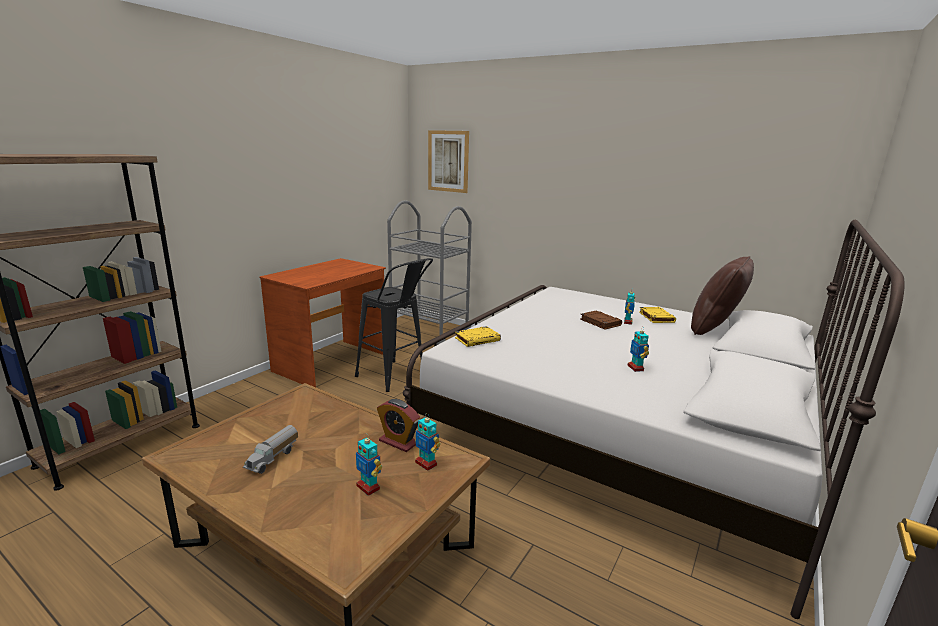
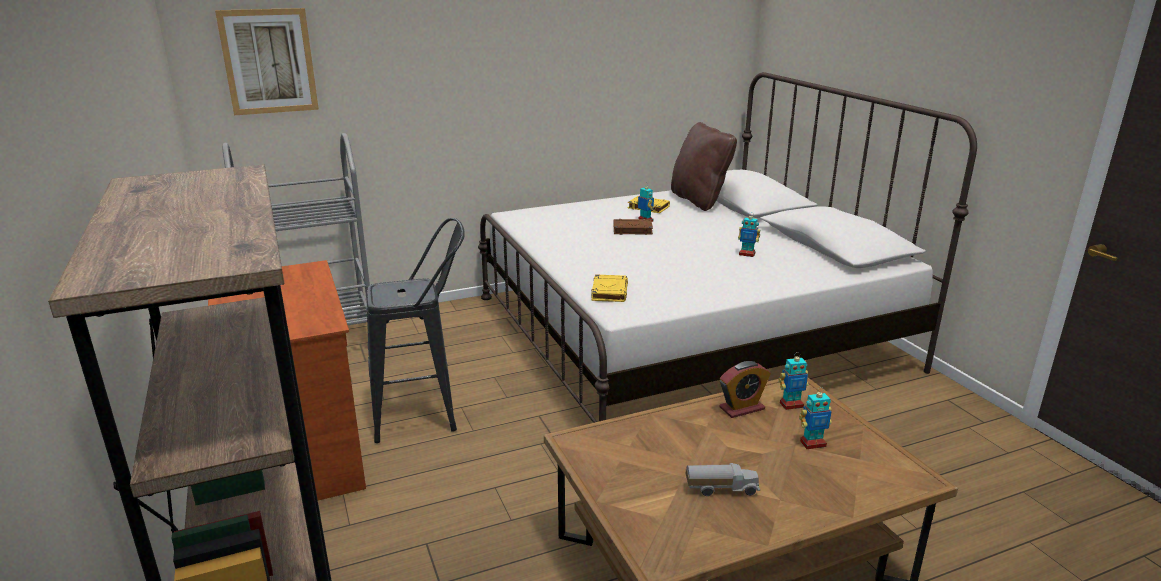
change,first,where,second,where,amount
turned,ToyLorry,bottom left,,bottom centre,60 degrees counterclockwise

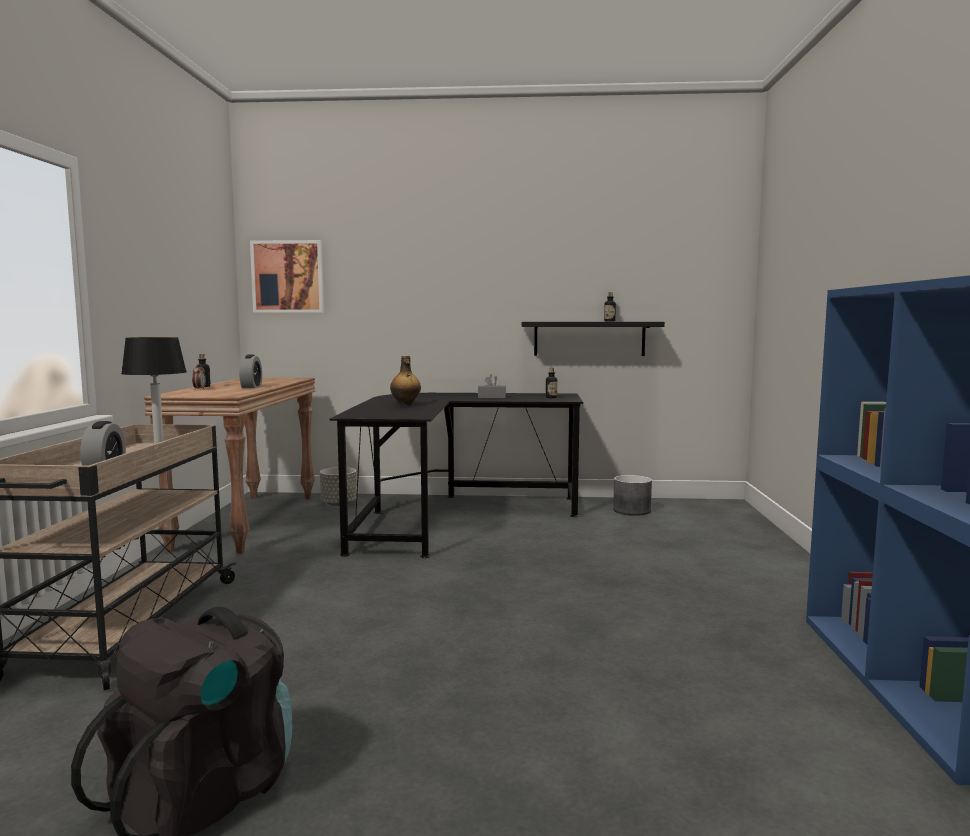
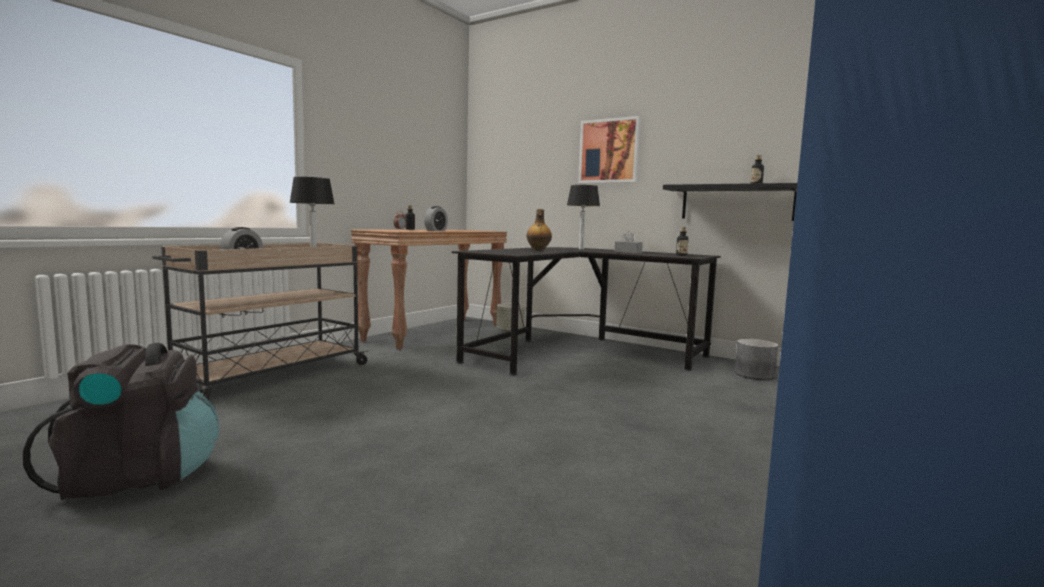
change,first,where,second,where,amount
added,,,TableLamp (2nd from left),centre,
moved,Picture,top left,,top centre,

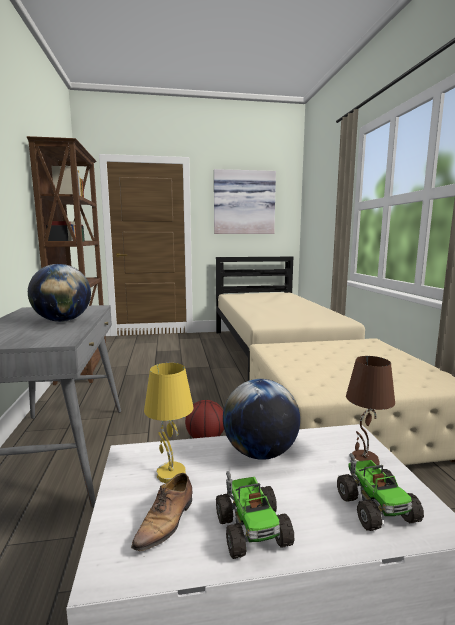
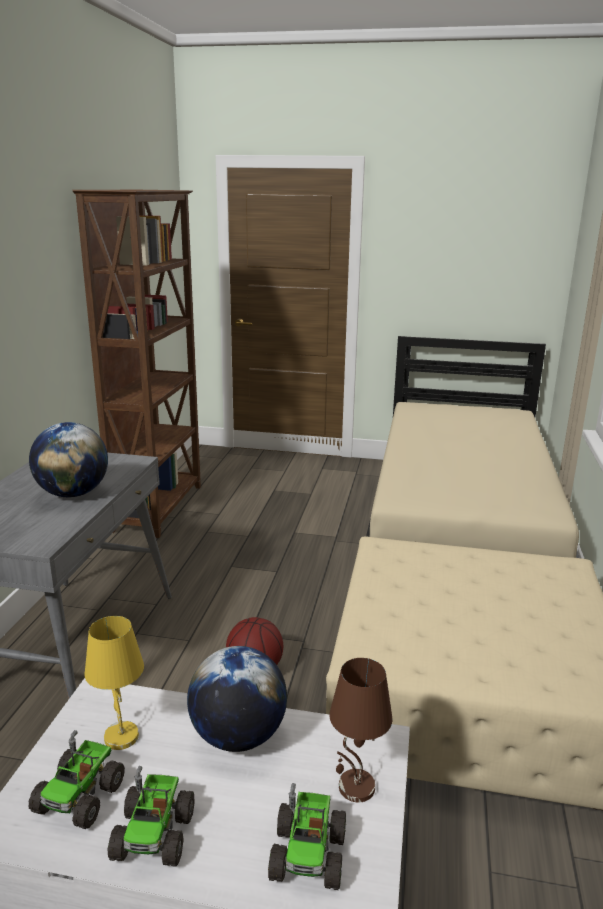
change,first,where,second,where,amount
replaced,Shoe,bottom centre,ToyLorry (1st from left),bottom left,
removed,Picture,top centre,,,

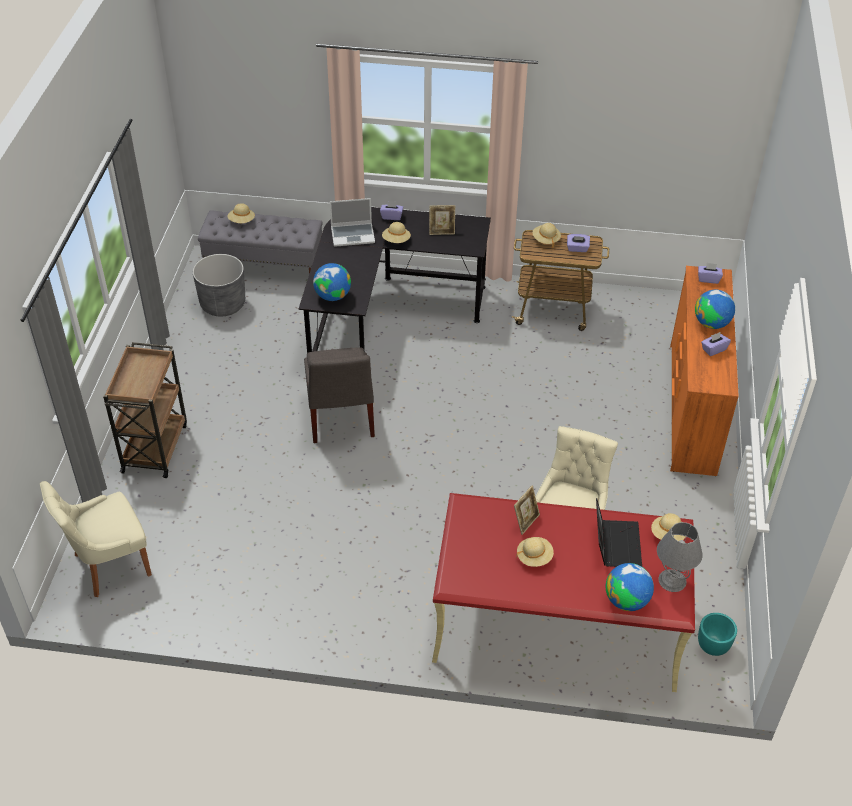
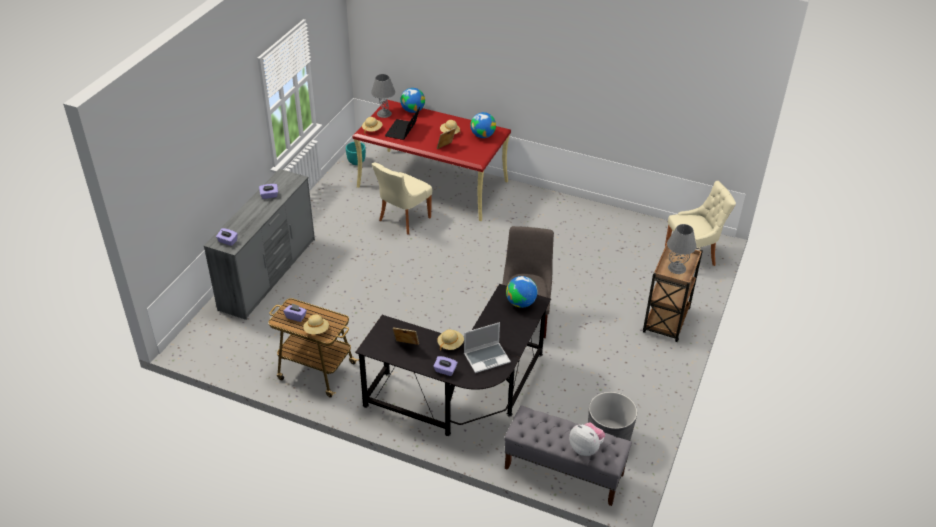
change,first,where,second,where,amount
recoloured,OrangeDrawerChest,middle right,GrayDrawerChest,middle left,
turned,NotebookComputer (1st from left in the first image),top centre,NotebookComputer (2nd from left),centre,150 degrees clockwise
moved,Globe (3rd from left in the first image),middle right,Globe (2nd from left),top centre,
replaced,BeigeColouredWearableHat (1st from left),top left,SoftToy,bottom centre,
added,,,GrayTableLamp (2nd from left),middle right,

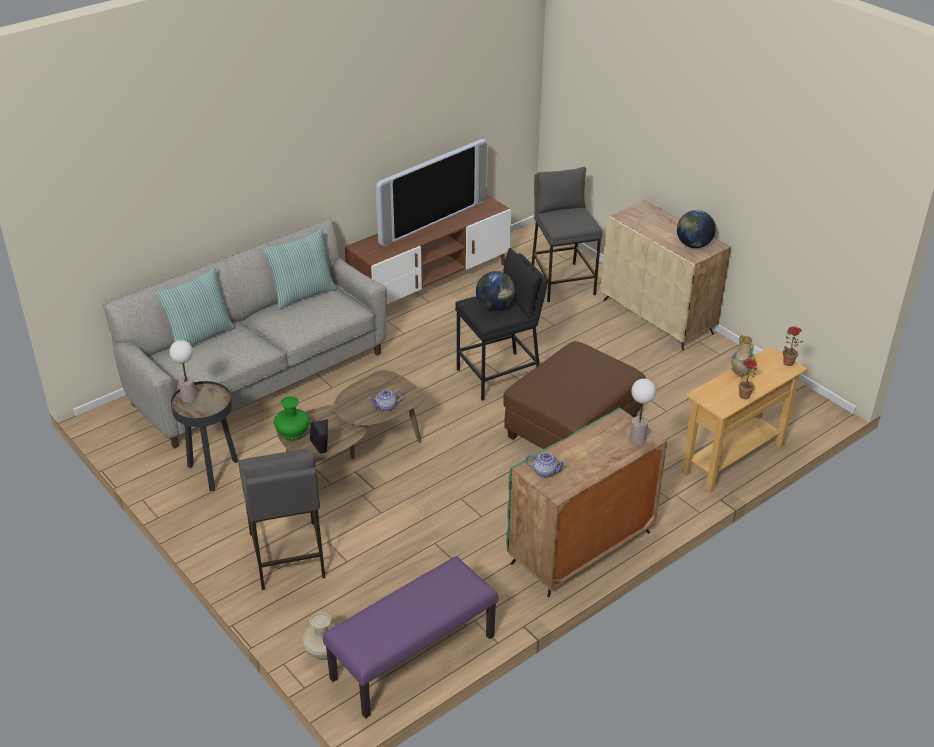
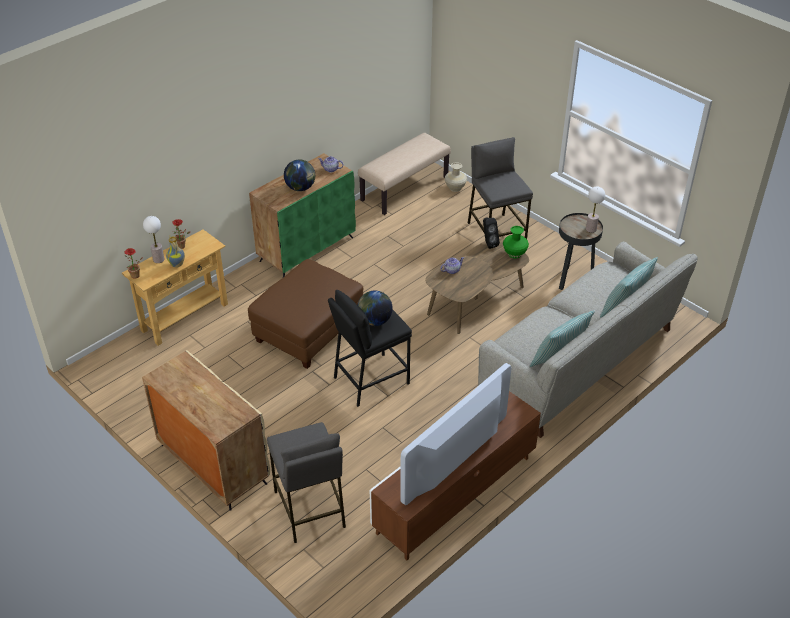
change,first,where,second,where,amount
moved,TableLamp (2nd from left in the first image),middle right,TableLamp (1st from left),middle left,
moved,Globe (2nd from left in the first image),top right,Globe (1st from left),top centre,
recoloured,PurplishBench,bottom centre,BeigeColouredBench,top centre,

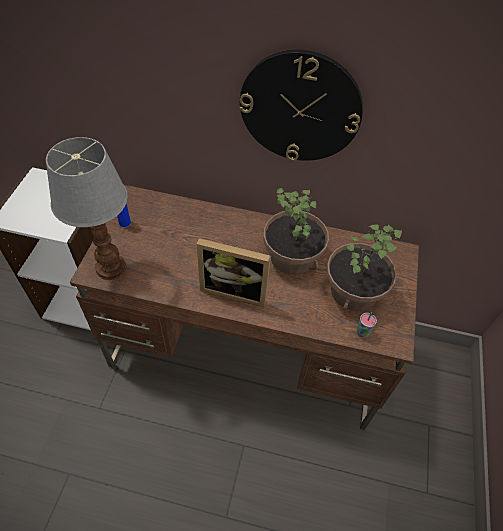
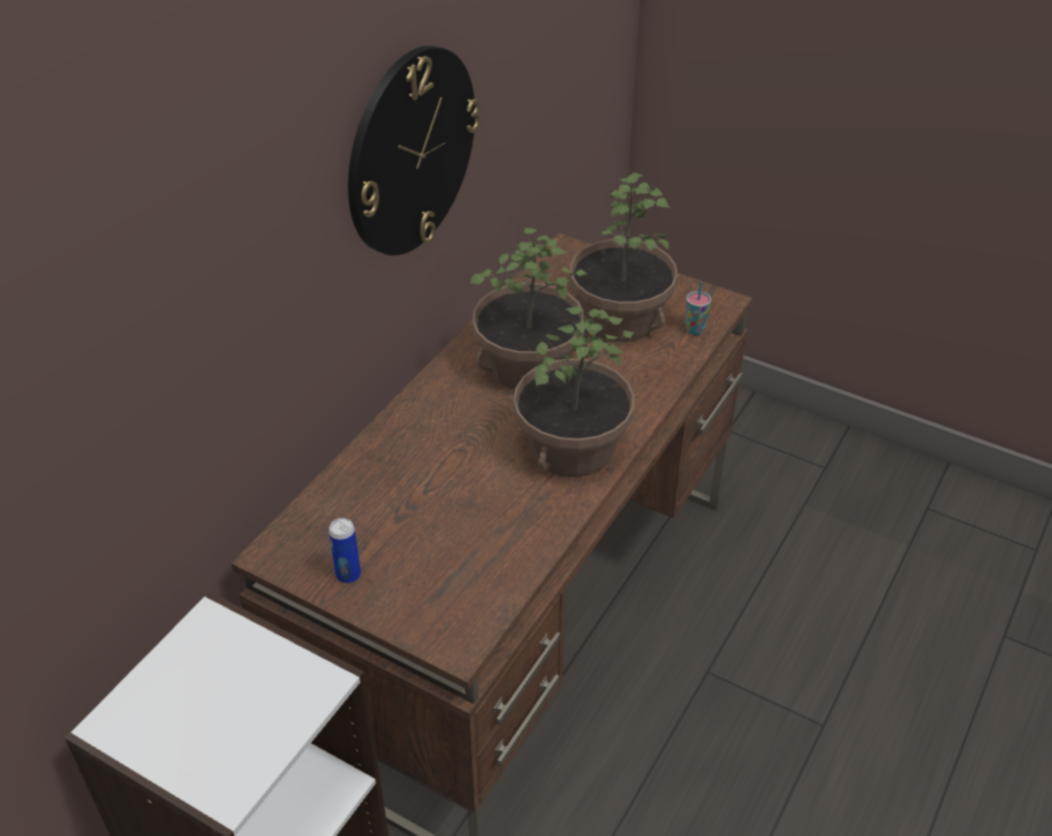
change,first,where,second,where,amount
replaced,PictureFrame,centre,PottedPlant (2nd from left),centre,
removed,TableLamp,middle left,,,

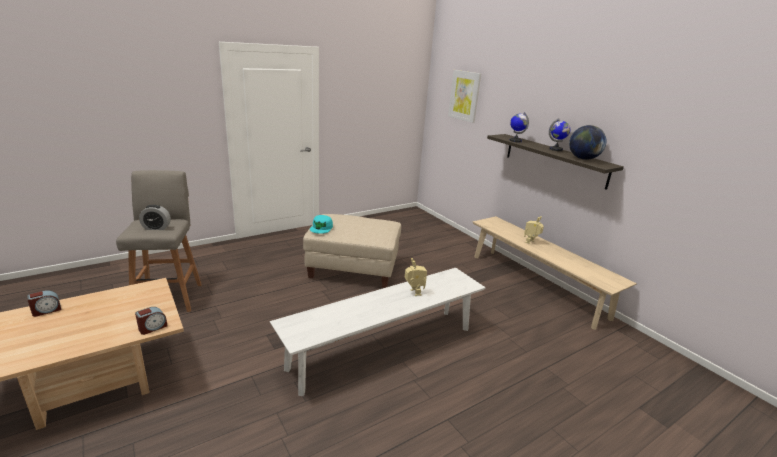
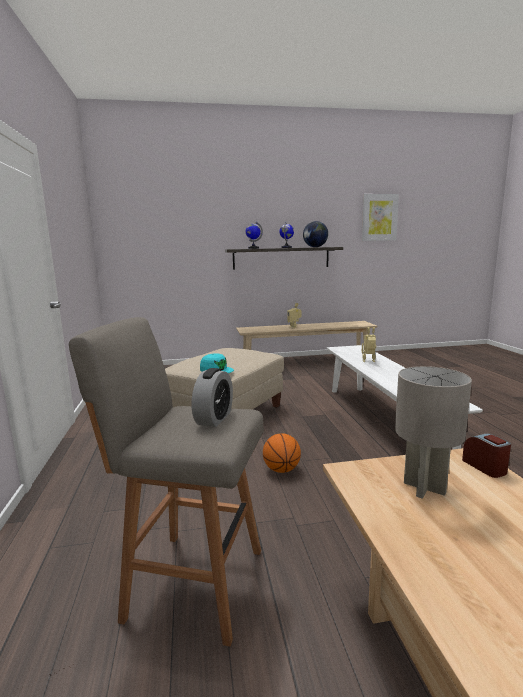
change,first,where,second,where,amount
added,,,Basketball,centre,
moved,Picture,top centre,,top right,
added,,,GrayTableLamp,middle right,
removed,BedsideClock (1st from left),middle left,,,

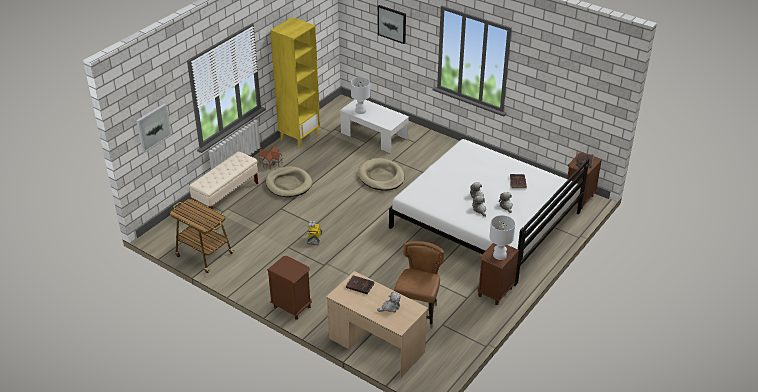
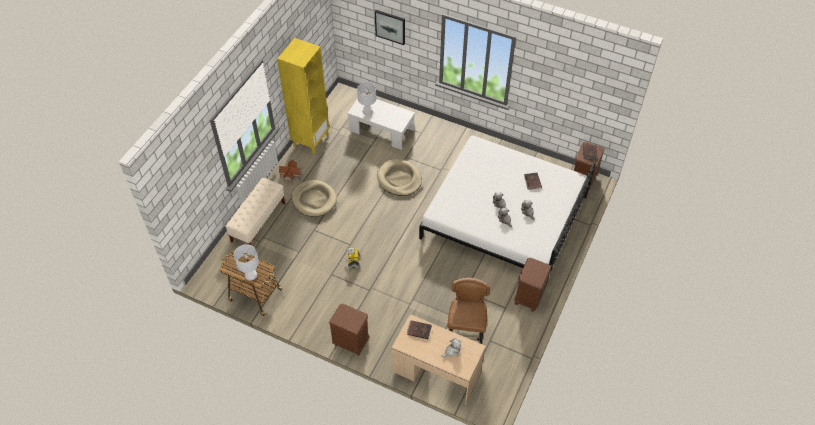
change,first,where,second,where,amount
moved,WhiteColouredTableLamp (2nd from left in the first image),centre,WhiteColouredTableLamp (1st from left),middle left,
removed,Picture (1st from left),top left,,,

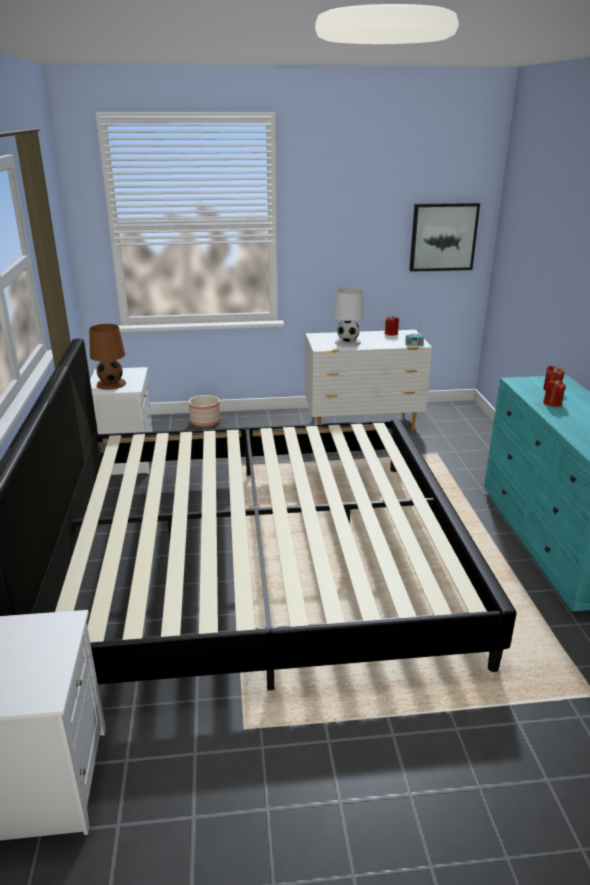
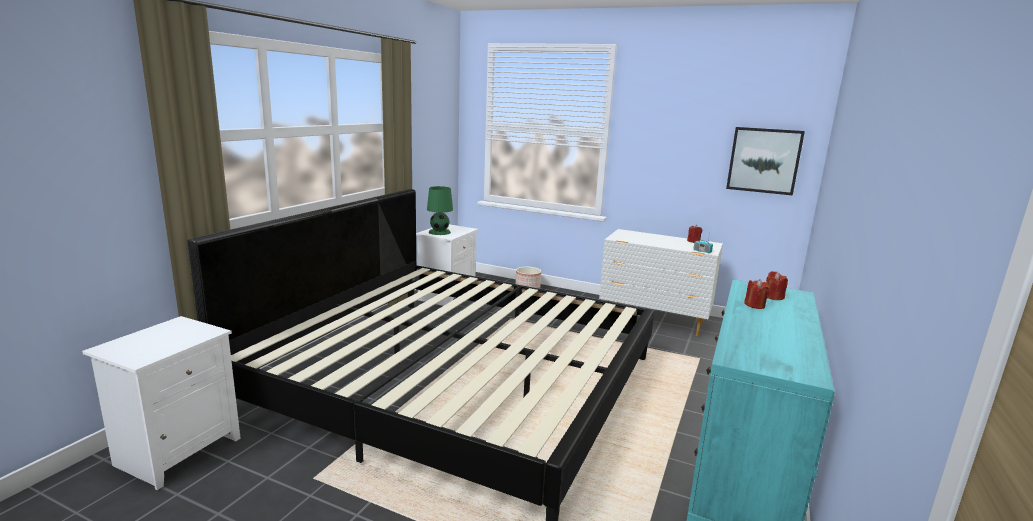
change,first,where,second,where,amount
recoloured,BrownTableLamp,middle left,GreenTableLamp,centre,
removed,WhiteColouredTableLamp,centre,,,

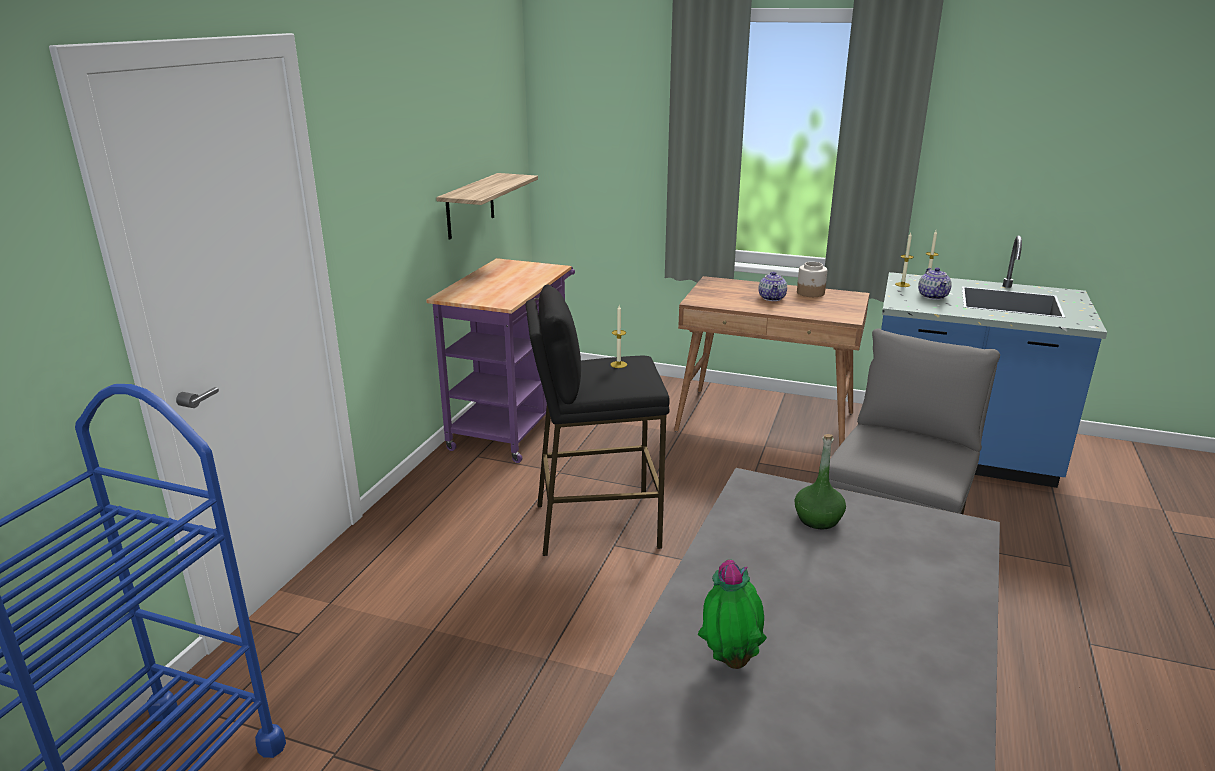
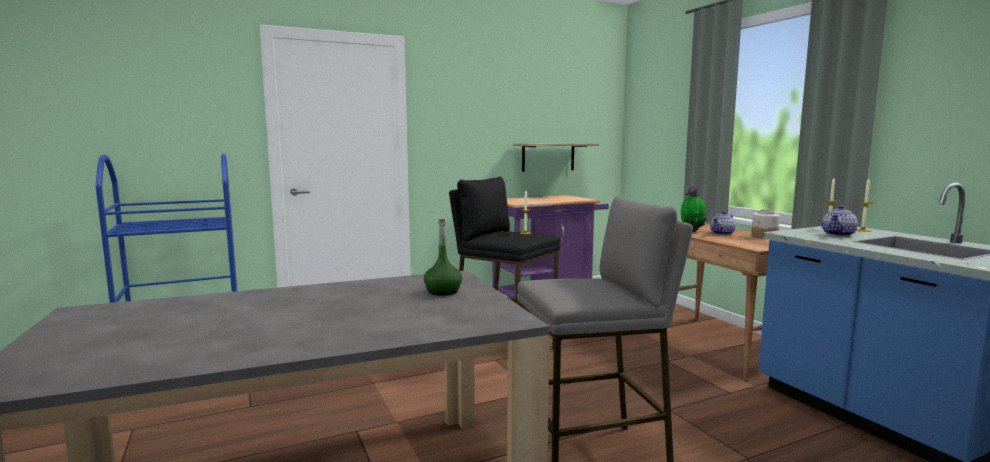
change,first,where,second,where,amount
moved,PottedPlant,bottom centre,,middle right,

